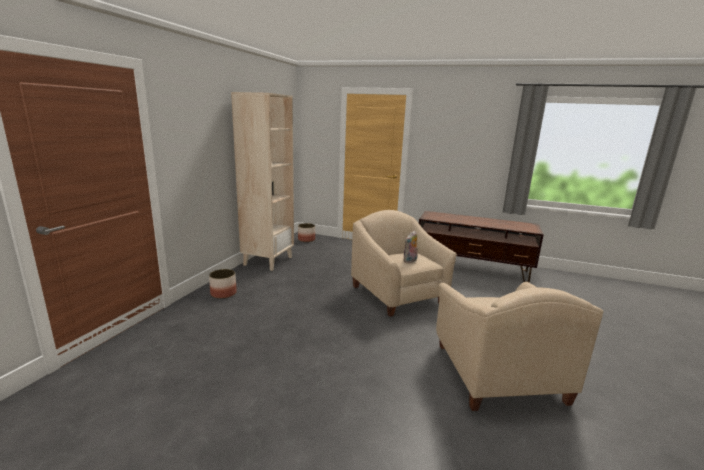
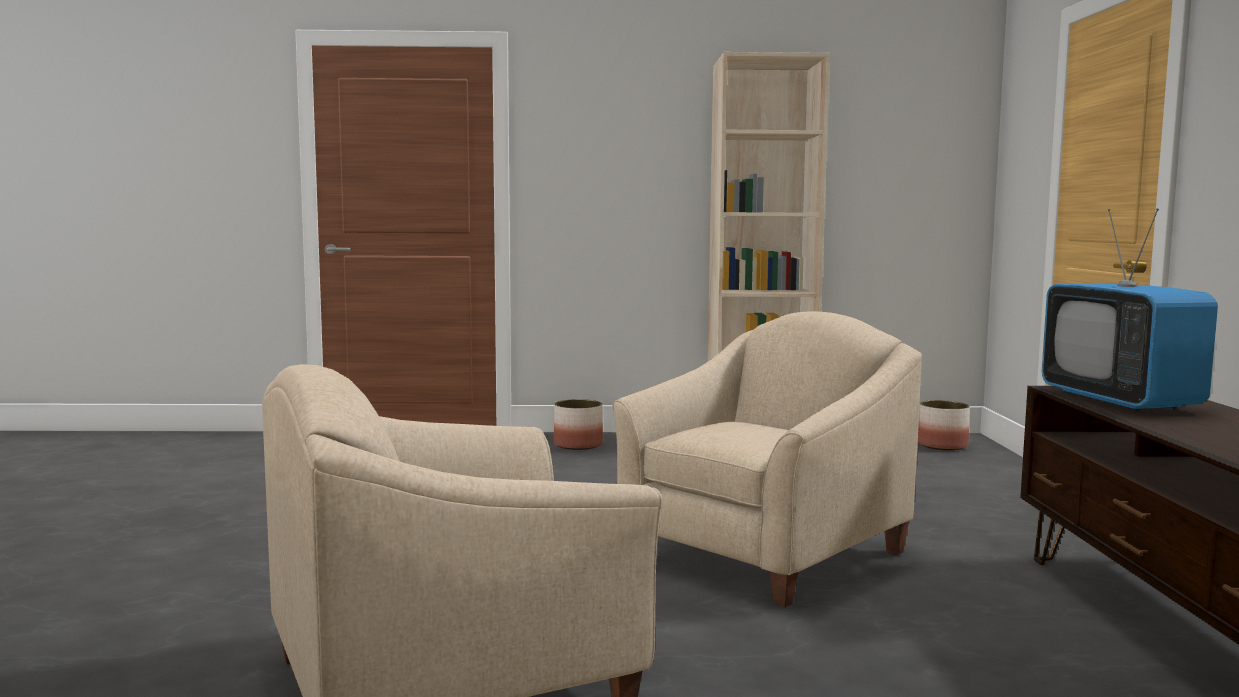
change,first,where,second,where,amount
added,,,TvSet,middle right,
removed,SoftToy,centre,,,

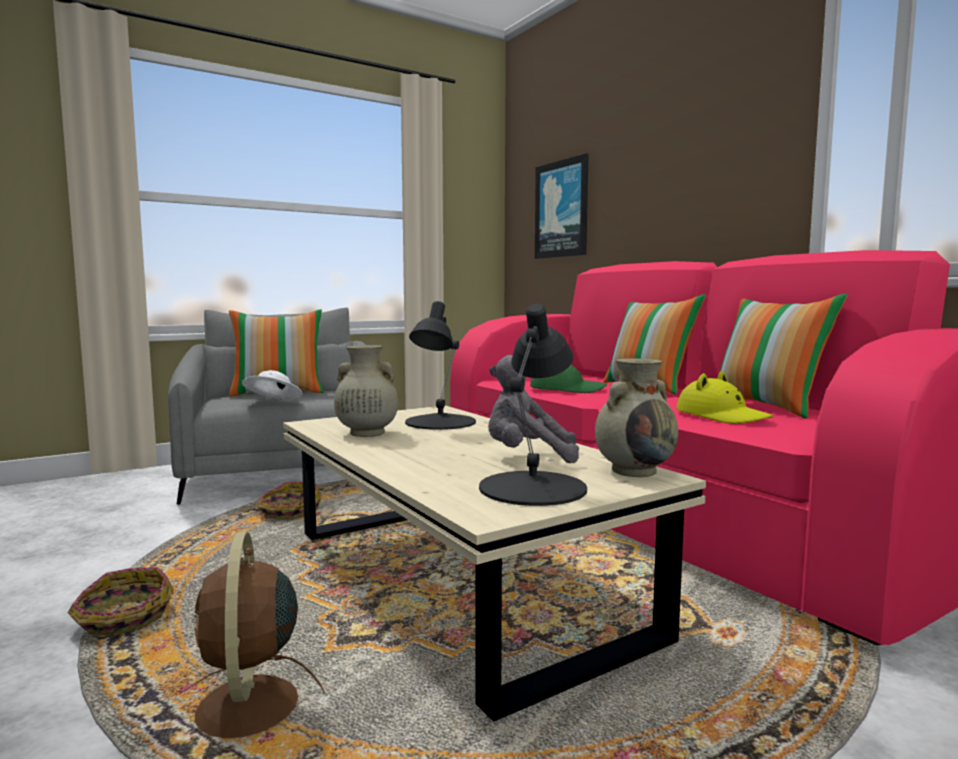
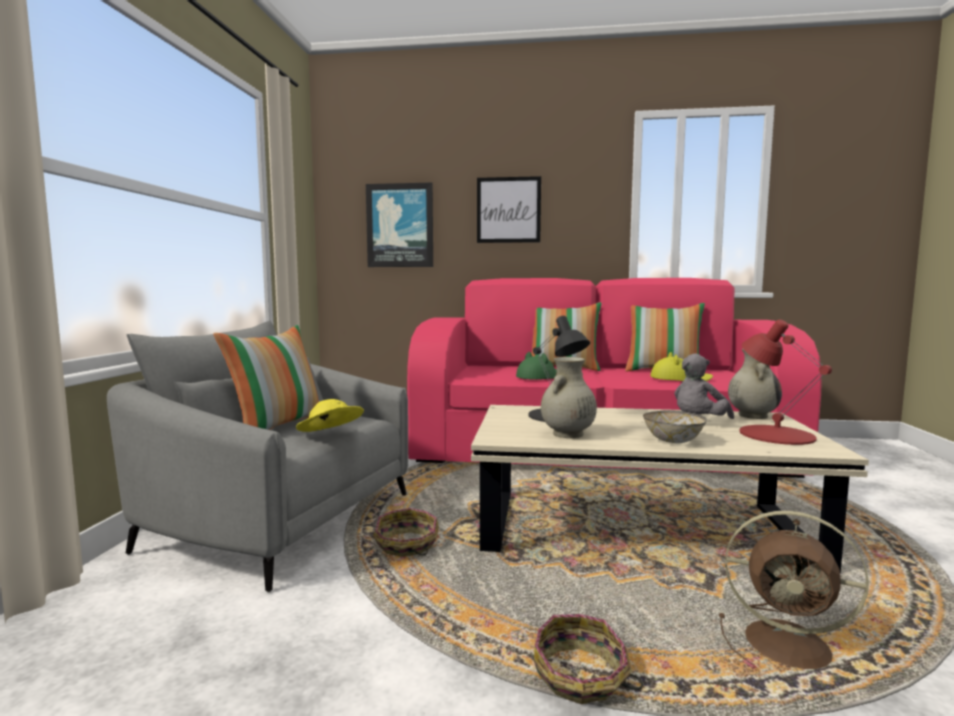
change,first,where,second,where,amount
recoloured,WhiteColouredWearableHat,middle left,YellowWearableHat (1st from left),centre,
added,,,Picture (2nd from left),top centre,
added,,,ServingBowl,middle right,
recoloured,BlackishTableLamp (2nd from left),centre,RedColouredTableLamp,middle right,

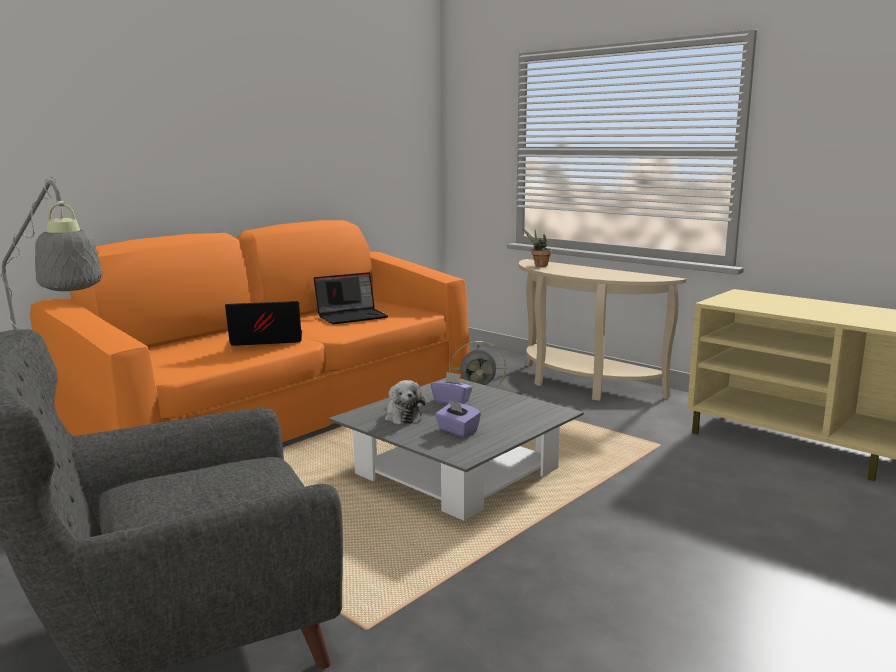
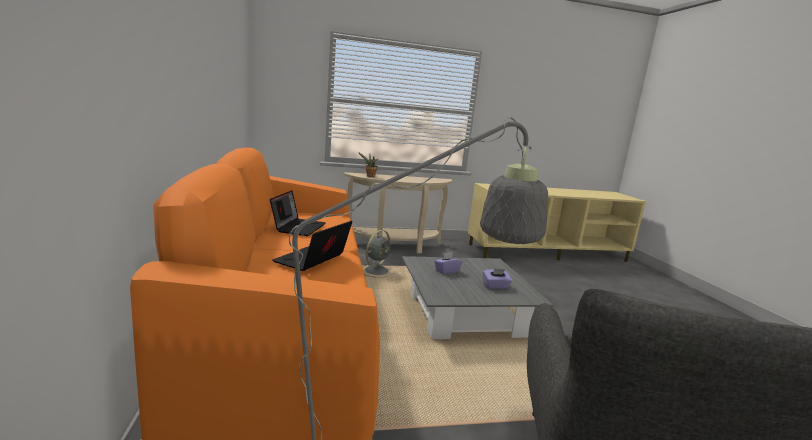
change,first,where,second,where,amount
removed,SoftToy,centre,,,

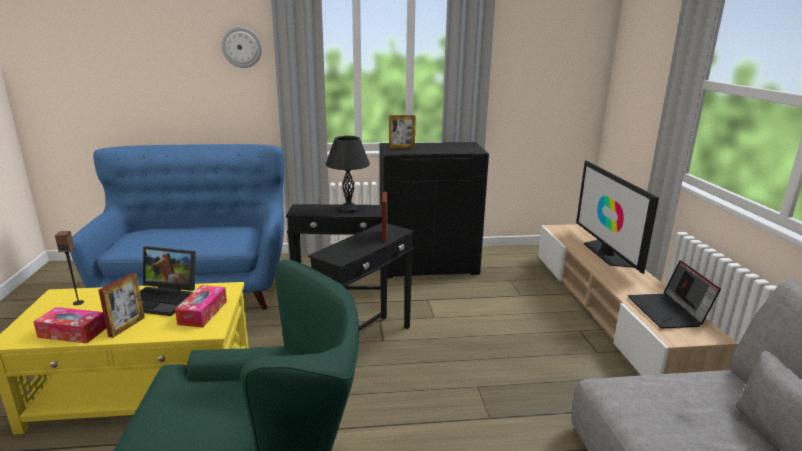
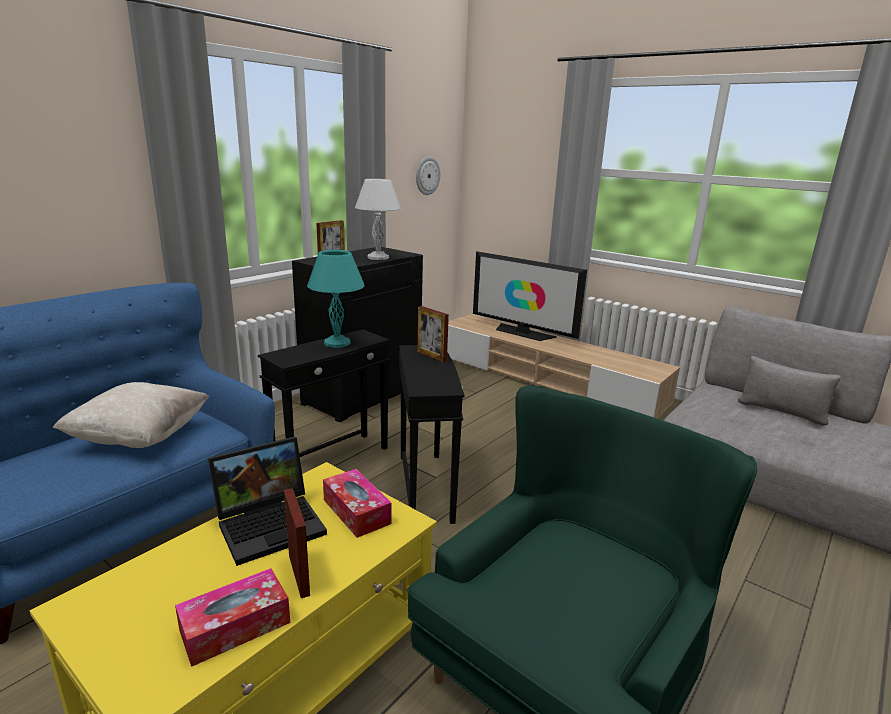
change,first,where,second,where,amount
added,,,BeigeColouredThrowPillow,middle left,
recoloured,BlackishTableLamp,centre,BlueGreenTableLamp,centre,
added,,,WhiteColouredTableLamp,top centre,
moved,WallClock,top left,,top centre,
removed,AudioSpeaker,middle left,,,
removed,NotebookComputer (2nd from left),middle right,,,

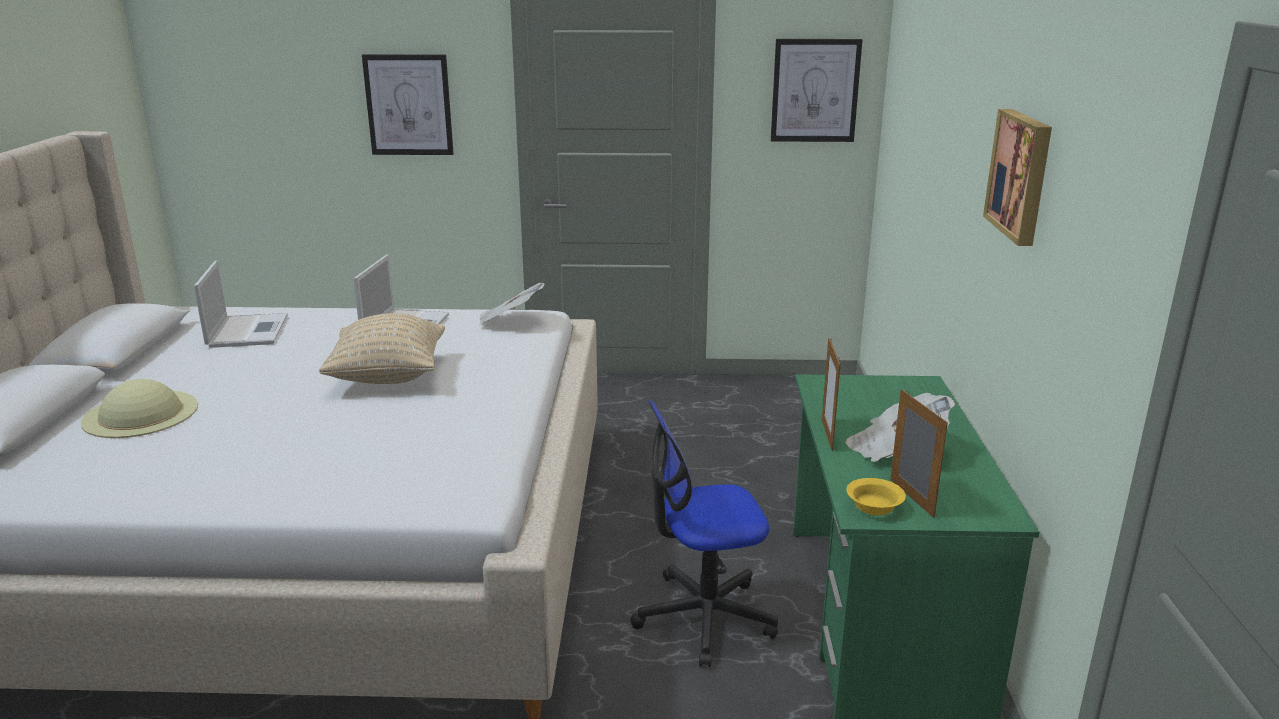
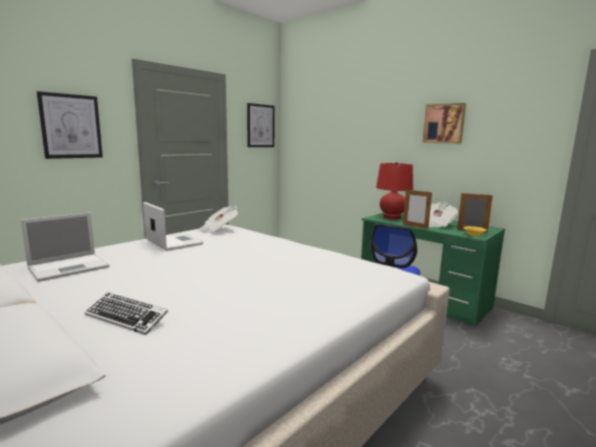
change,first,where,second,where,amount
turned,NotebookComputer (1st from left),middle left,,middle left,105 degrees clockwise
replaced,BeigeColouredWearableHat,middle left,Keyboard,bottom left,
added,,,RedColouredTableLamp,centre,
removed,BeigeColouredThrowPillow,middle left,,,

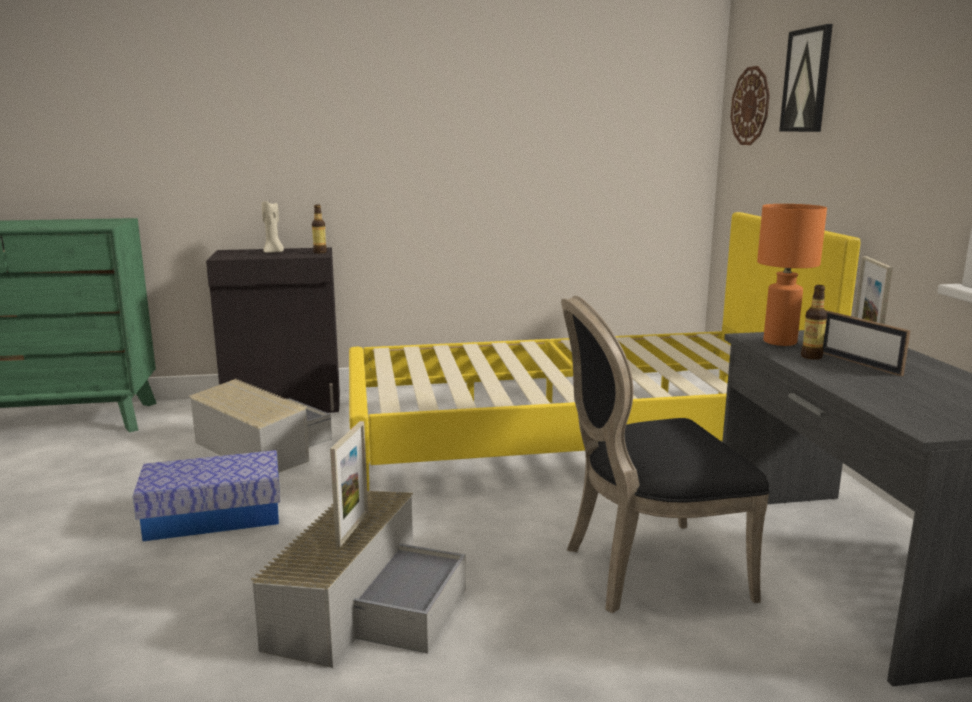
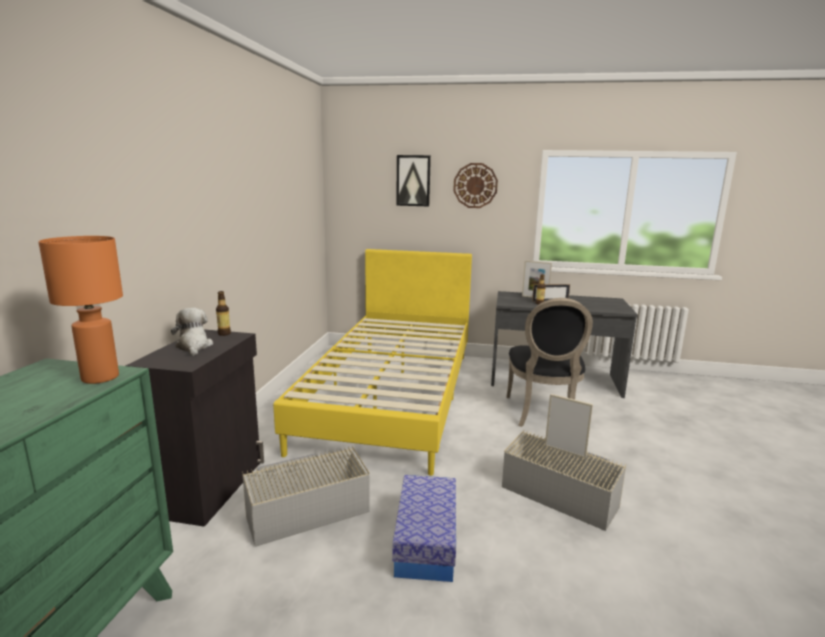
change,first,where,second,where,amount
moved,OrangeTableLamp,middle right,,middle left,
replaced,BeigeColouredWaxLight,top left,SoftToy,middle left,
moved,WallClock,top right,,top centre,

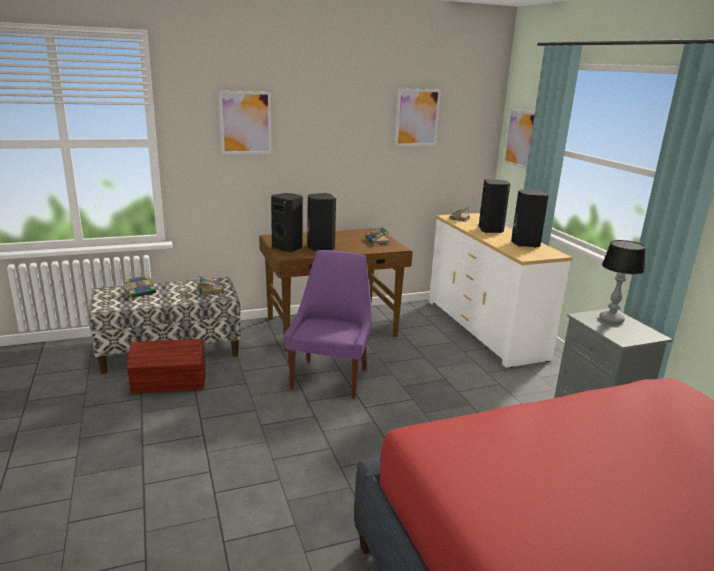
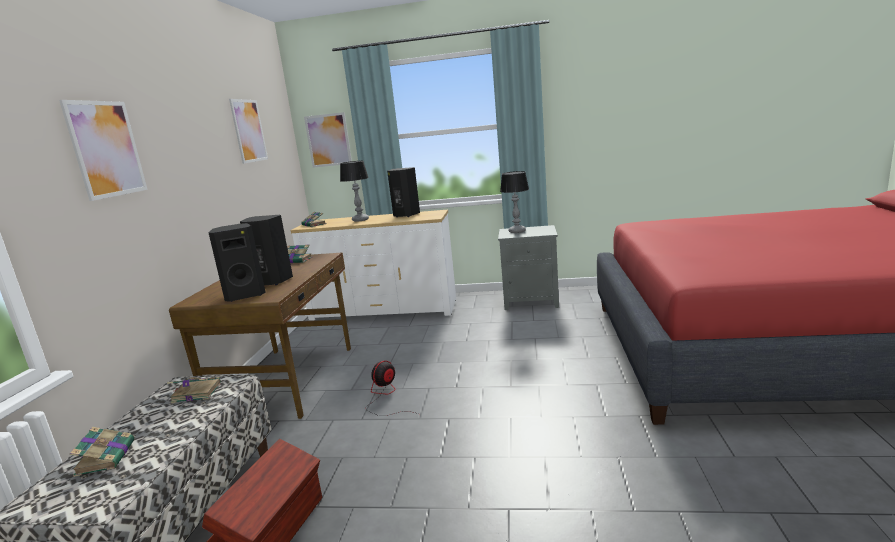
change,first,where,second,where,amount
replaced,BlackishAudioSpeaker (3rd from left),middle right,TableLamp (1st from left),centre,
replaced,PurplishUprightChair,centre,Fan,bottom centre,

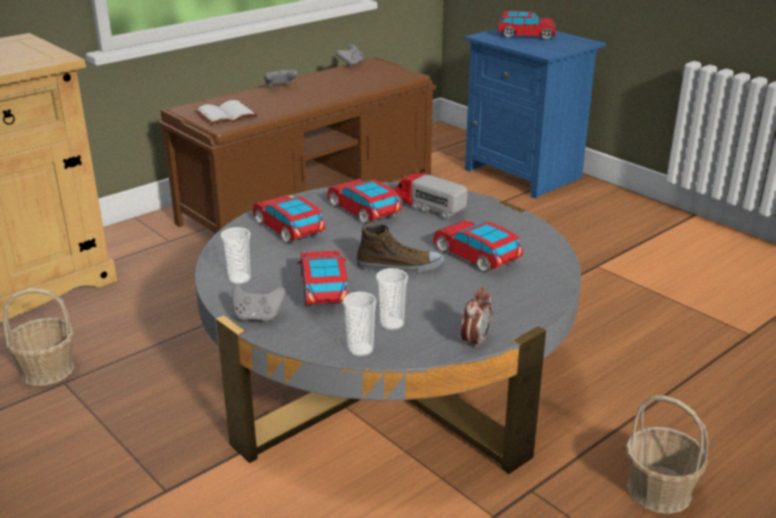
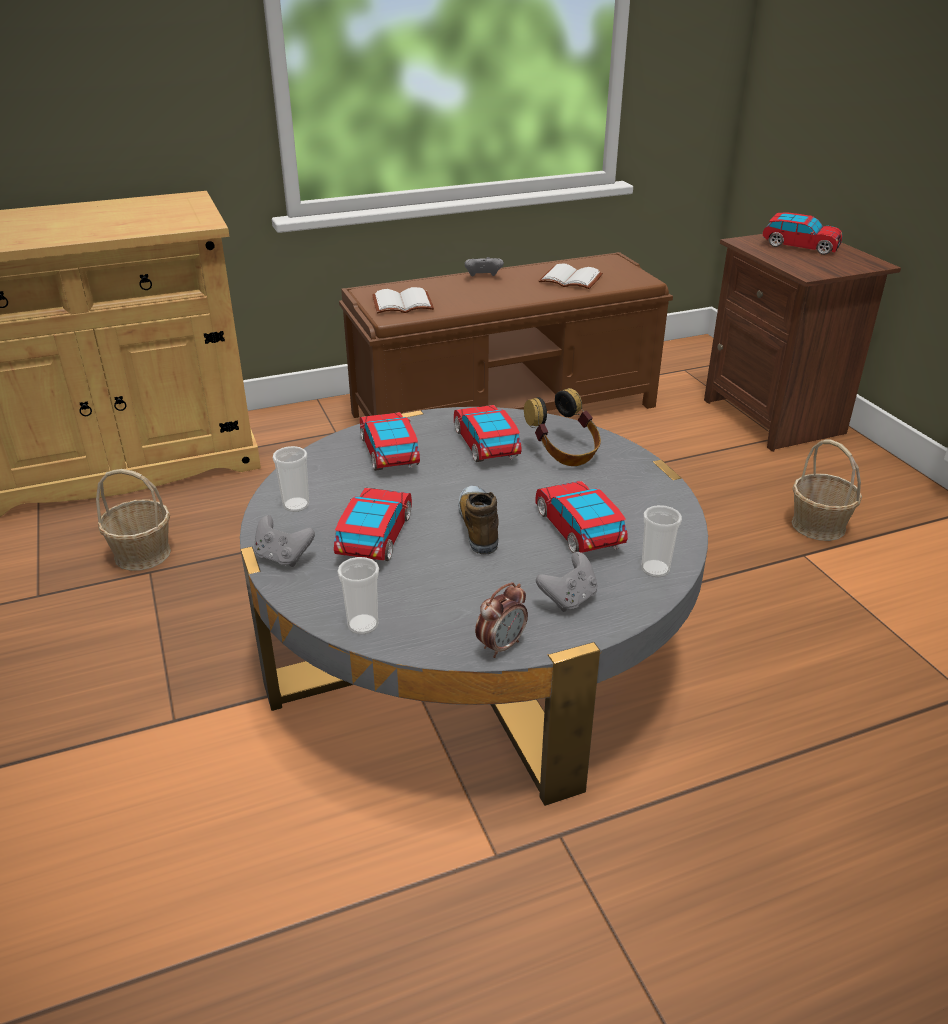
change,first,where,second,where,amount
turned,Shoe,centre,,centre,120 degrees counterclockwise
replaced,ToyLorry,centre,Headset,centre,
moved,GrayGamepad (3rd from left),top centre,,centre,
added,,,WhiteColouredBoundBook (2nd from left),top centre,
moved,SmallCup (3rd from left),centre,,middle right,
recoloured,BlueNightTable,top right,BrownNightTable,middle right,
moved,Basket (2nd from left),bottom right,,middle right,

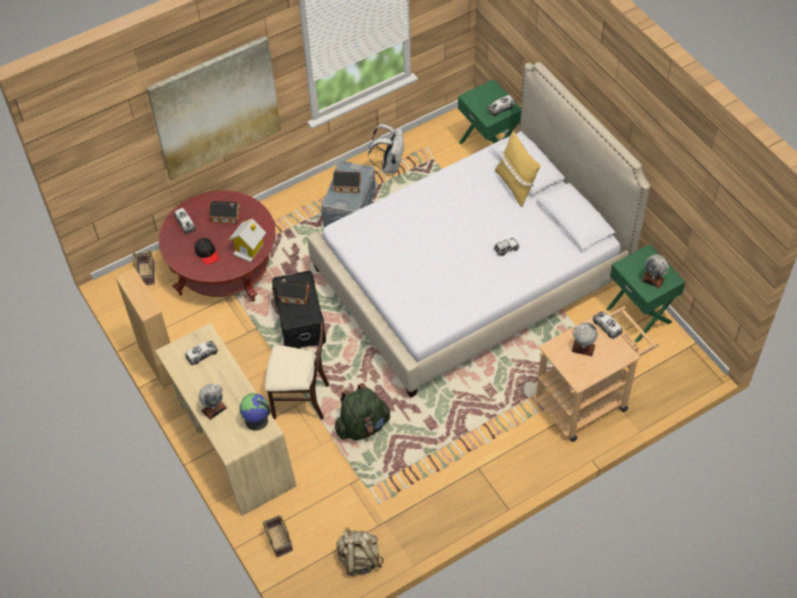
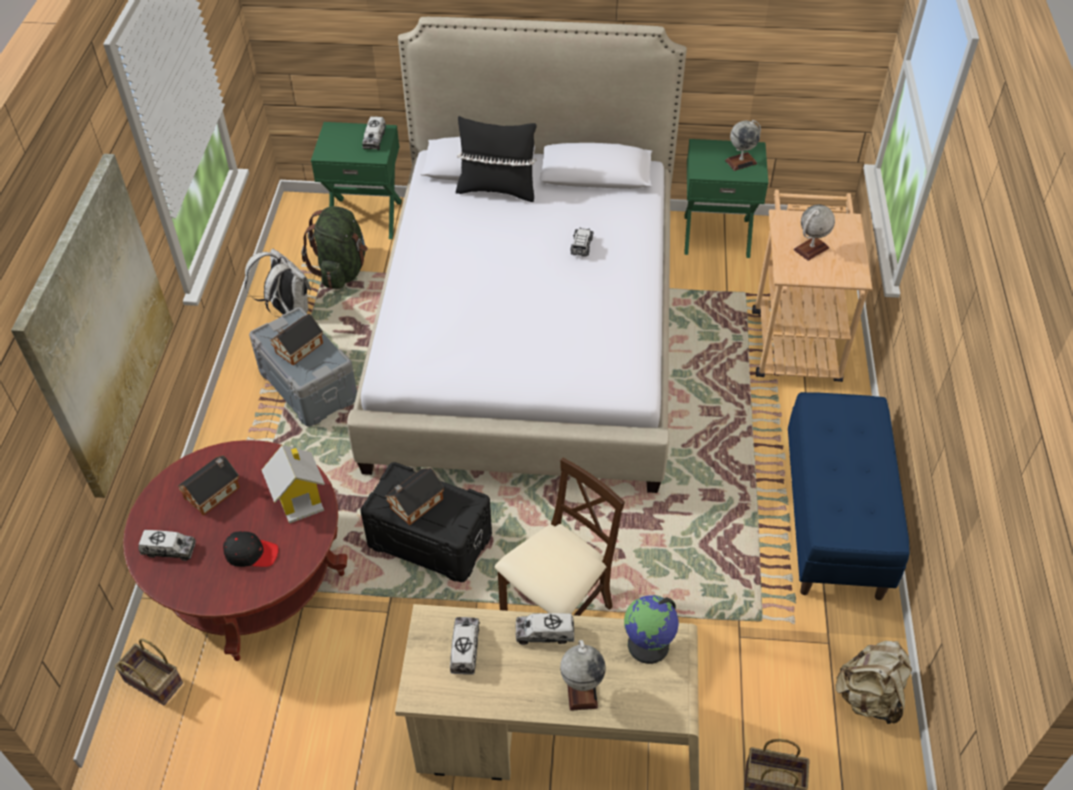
change,first,where,second,where,amount
moved,GreenRucksack,bottom centre,,top left,
recoloured,YellowThrowPillow,top centre,BlackishThrowPillow,top centre,
moved,ToyLorry (4th from left),middle right,,bottom centre,
added,,,BlueBench,middle right,
removed,BeigeColouredShelvingUnit,middle left,,,

